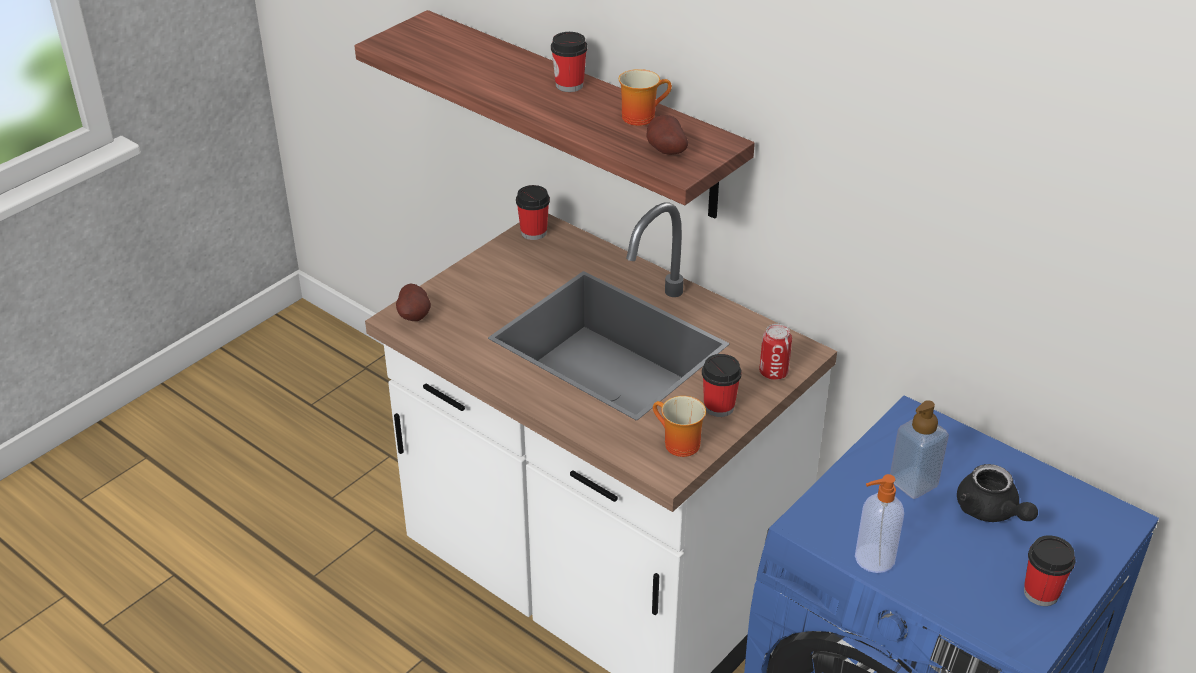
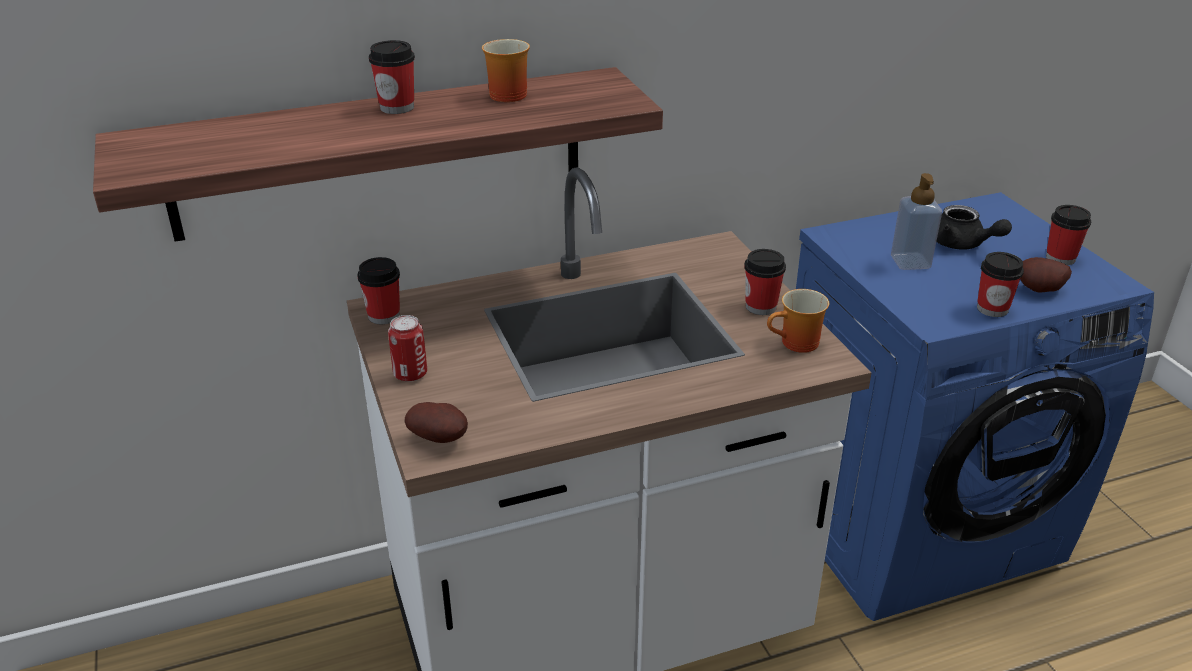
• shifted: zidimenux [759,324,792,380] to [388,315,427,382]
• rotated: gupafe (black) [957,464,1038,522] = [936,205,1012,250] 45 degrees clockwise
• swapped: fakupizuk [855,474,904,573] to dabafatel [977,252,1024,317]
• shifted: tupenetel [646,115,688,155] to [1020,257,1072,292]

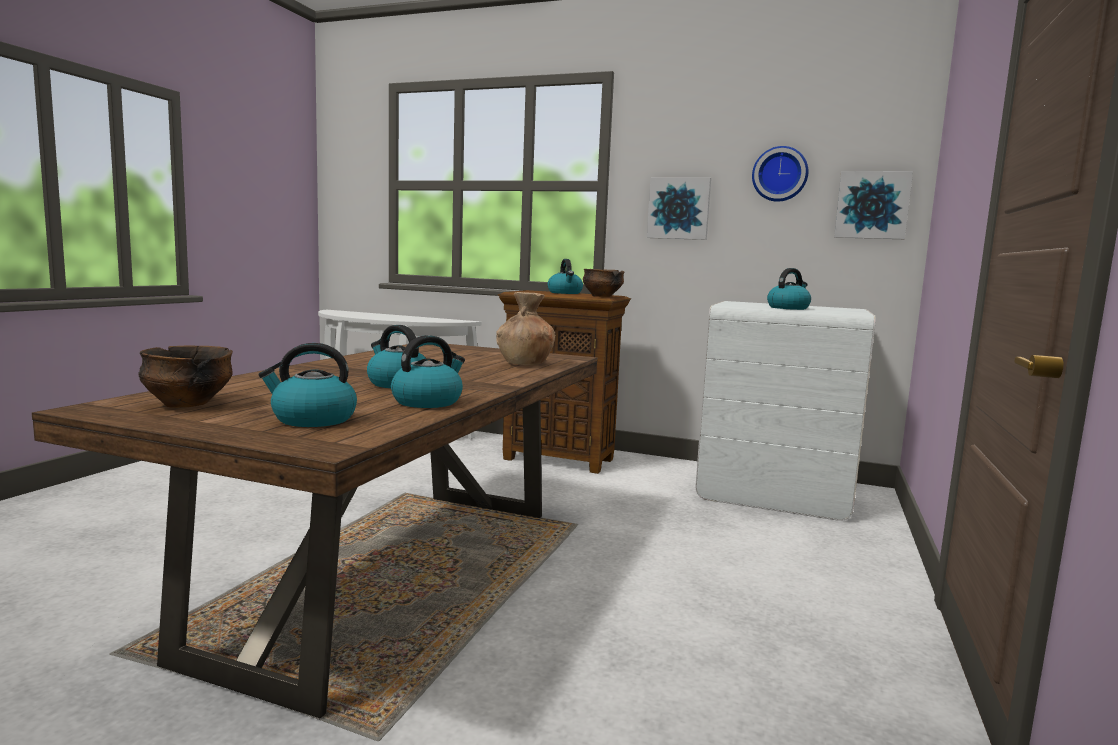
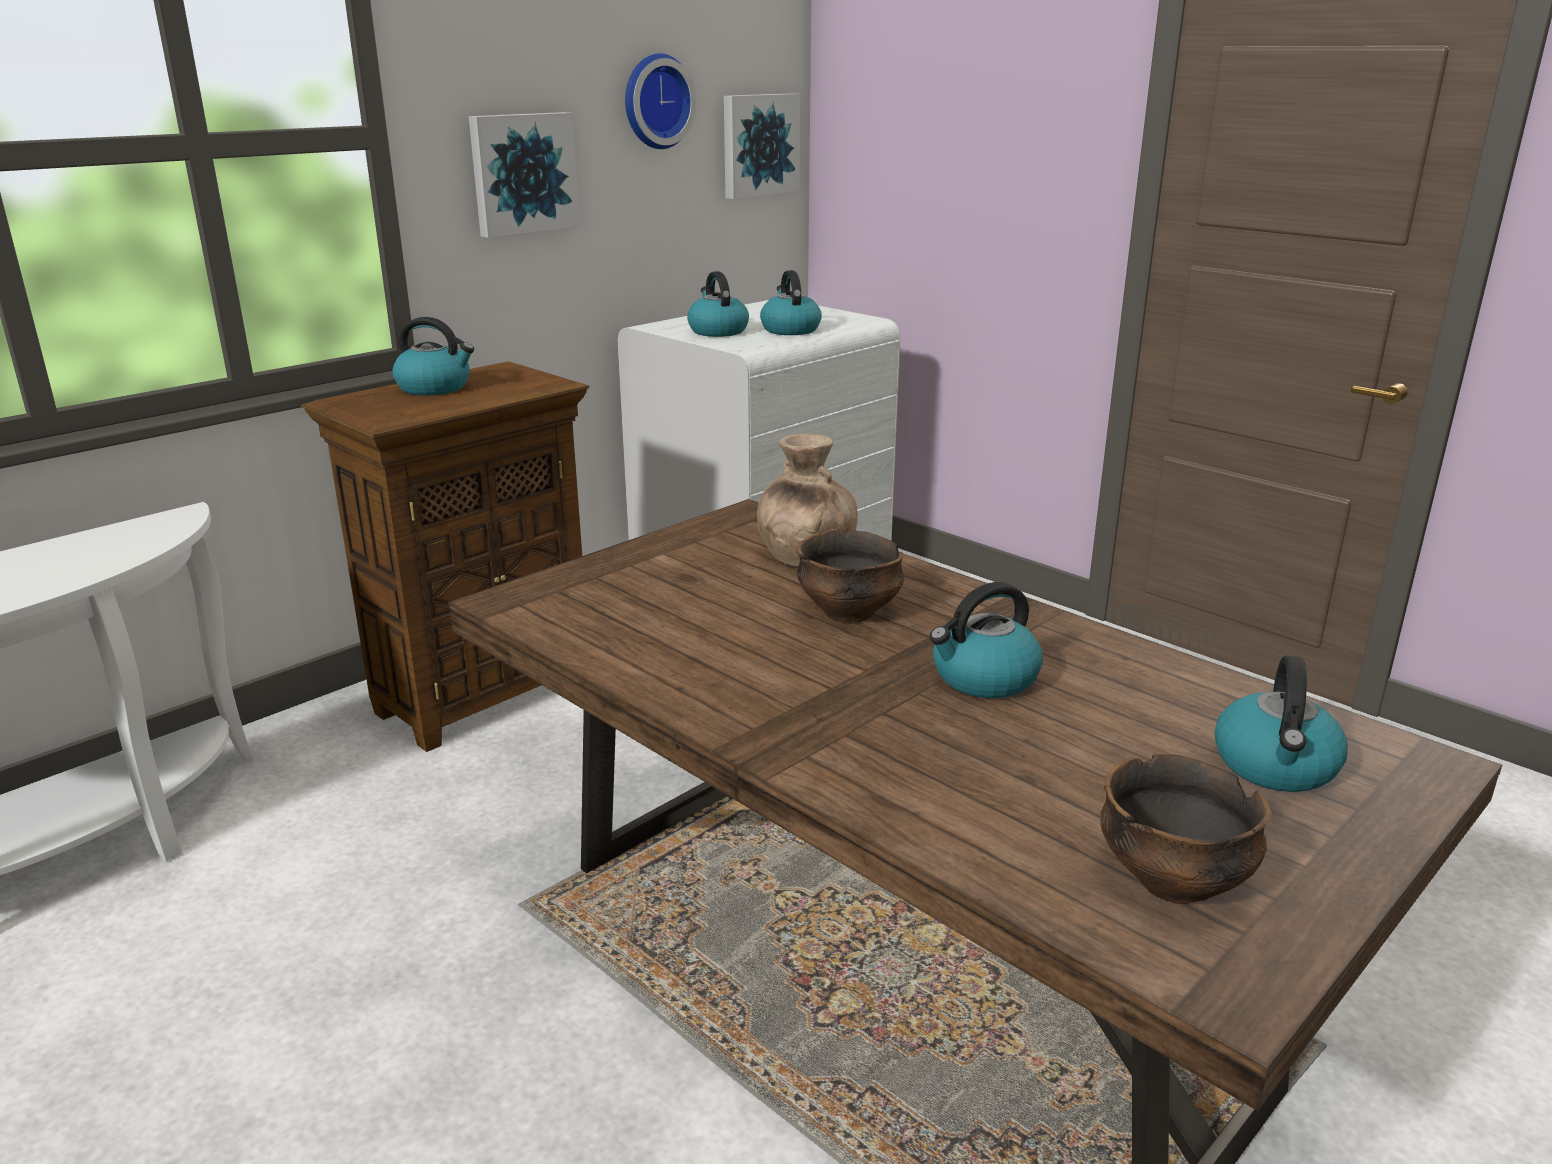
• shifted: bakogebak [391,335,465,408] to [687,271,749,337]
• shifted: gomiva [583,269,624,297] to [797,530,904,623]

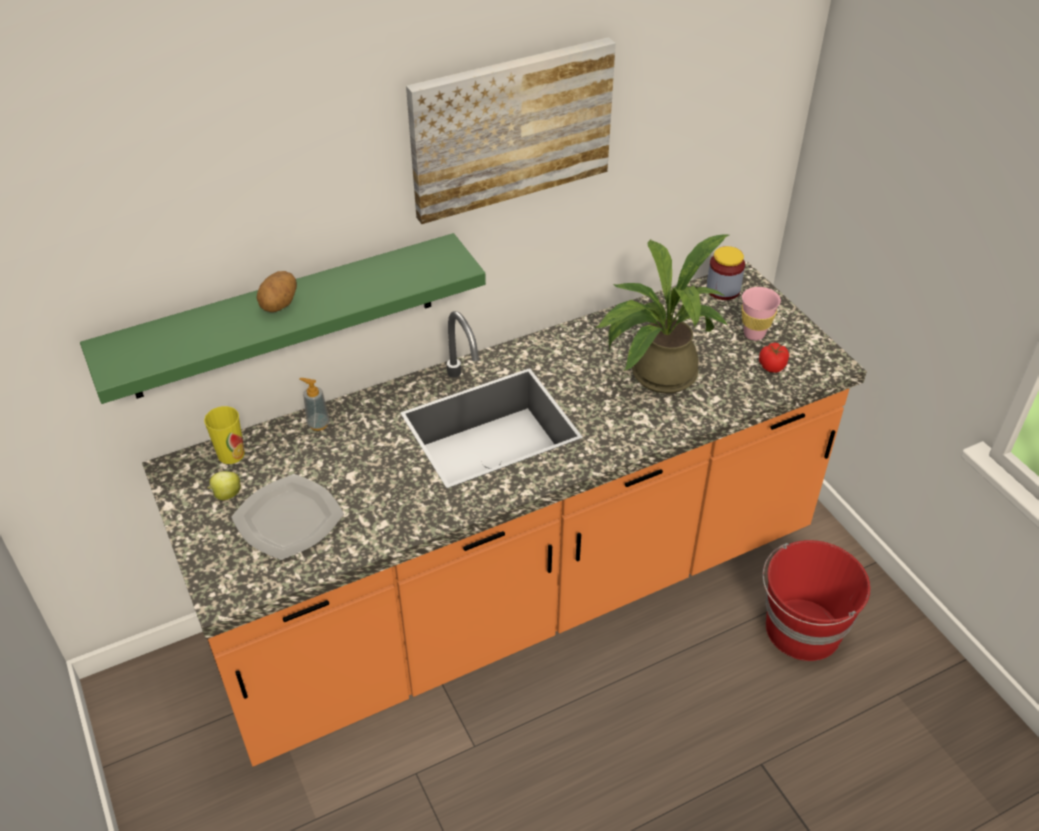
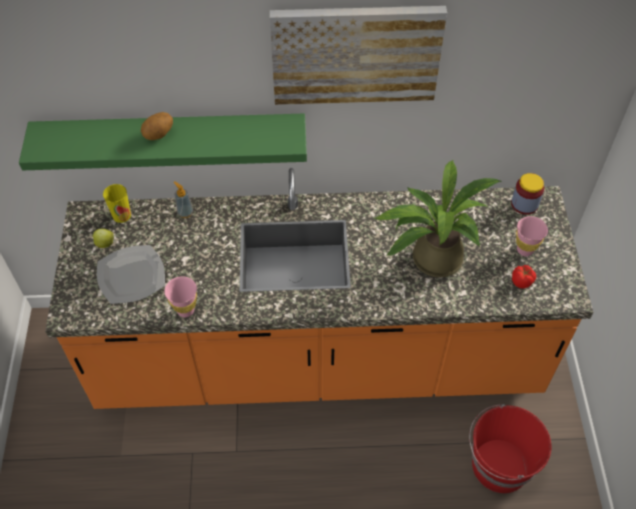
• new: dabafatel (pink) [164,276,197,317]

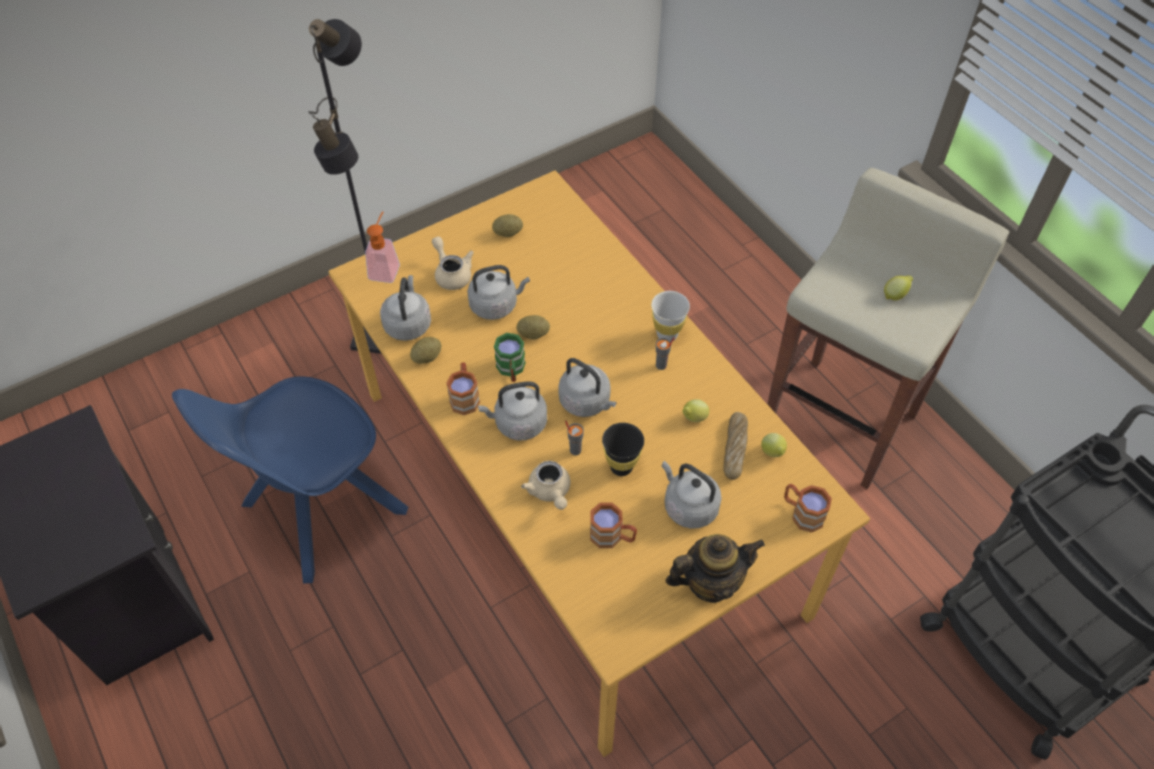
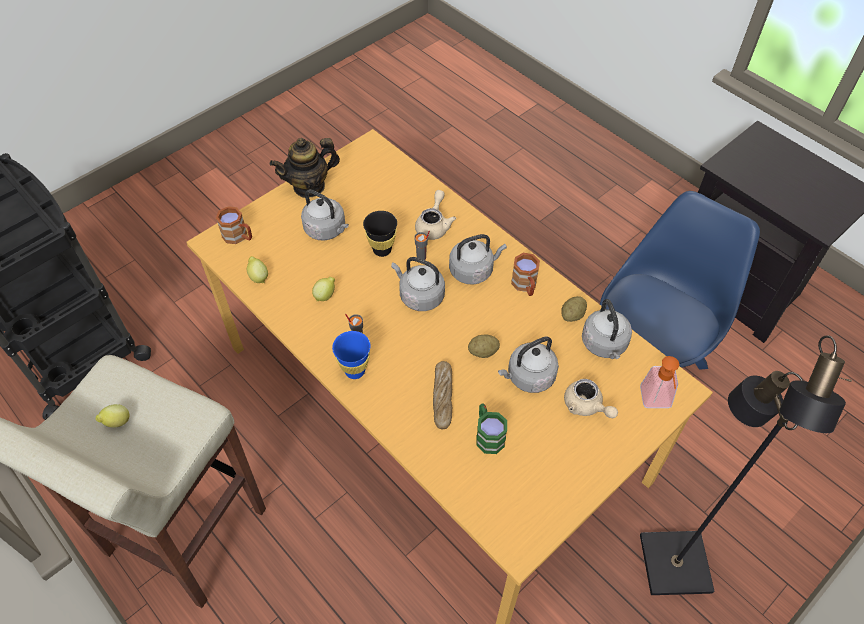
• repainted: dabafatel (white) [651,291,690,341] to dabafatel (blue) [332,331,371,379]
• rotated: gupafe (beige) [521,461,571,510] = [415,190,456,240] 45 degrees clockwise
• shifted: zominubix [723,412,748,480] to [433,361,452,429]
• shifted: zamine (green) [494,333,525,382] to [476,403,507,454]
• gone: tupenetel [492,214,523,237]
• gone: zamine (brown) [590,503,637,548]

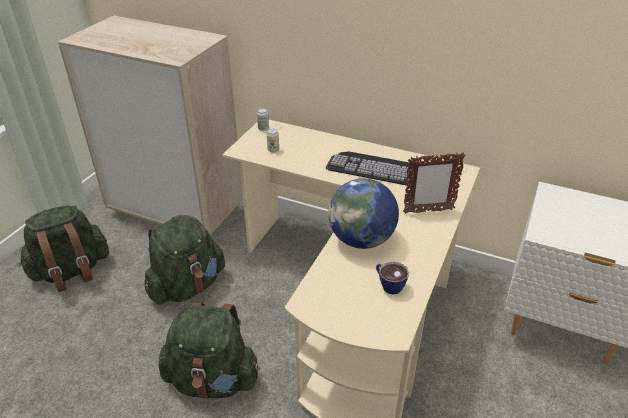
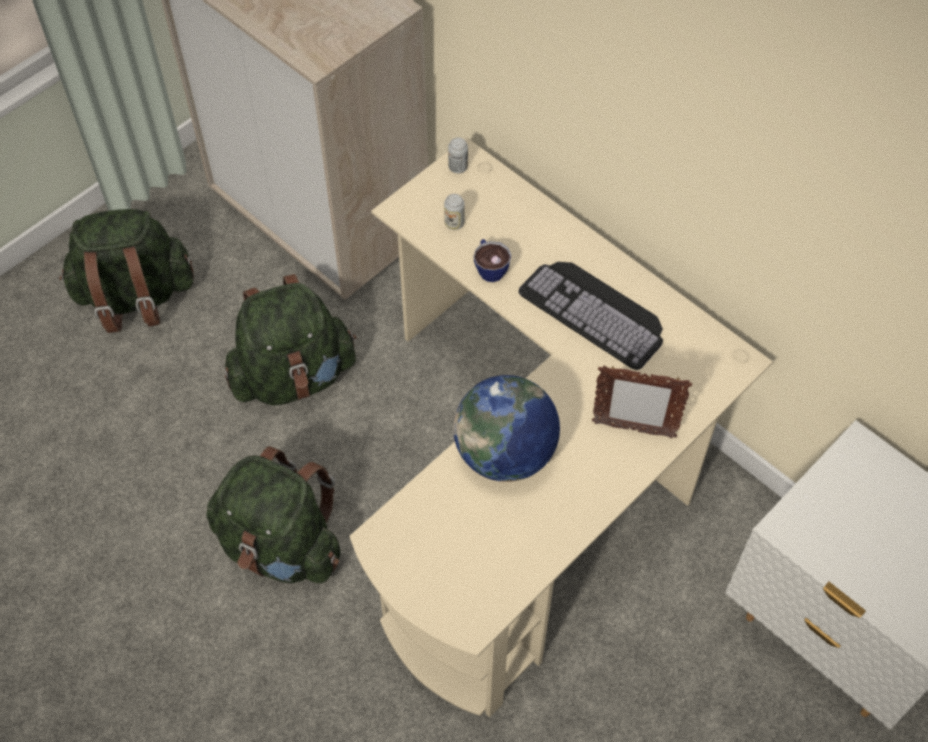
• shifted: dabafatel [376,262,409,295] to [474,239,511,282]

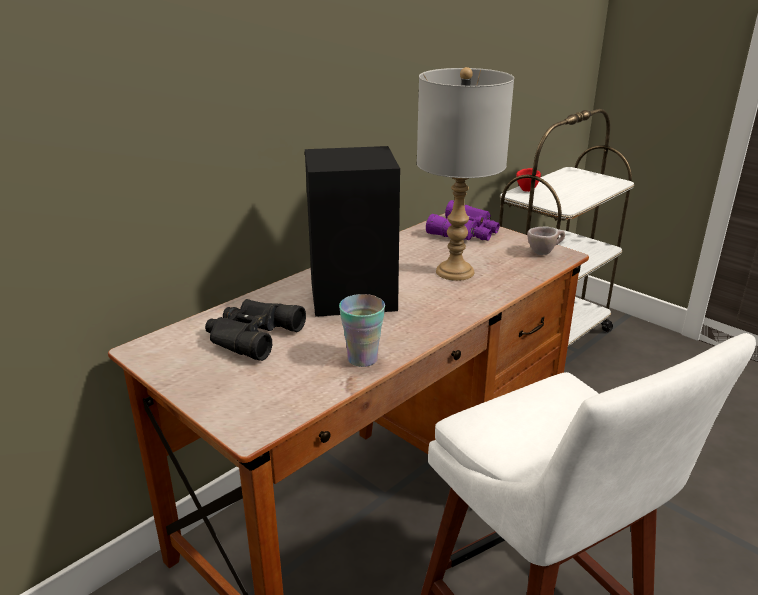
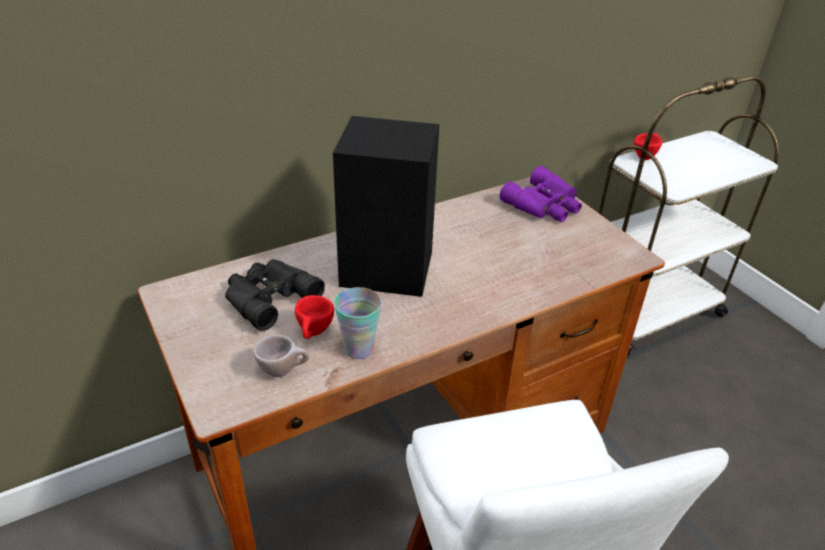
• shifted: dabafatel (beige) [527,227,565,255] to [253,335,309,377]
• new: dabafatel (red) [295,295,334,339]
• gone: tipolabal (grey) [417,67,514,281]

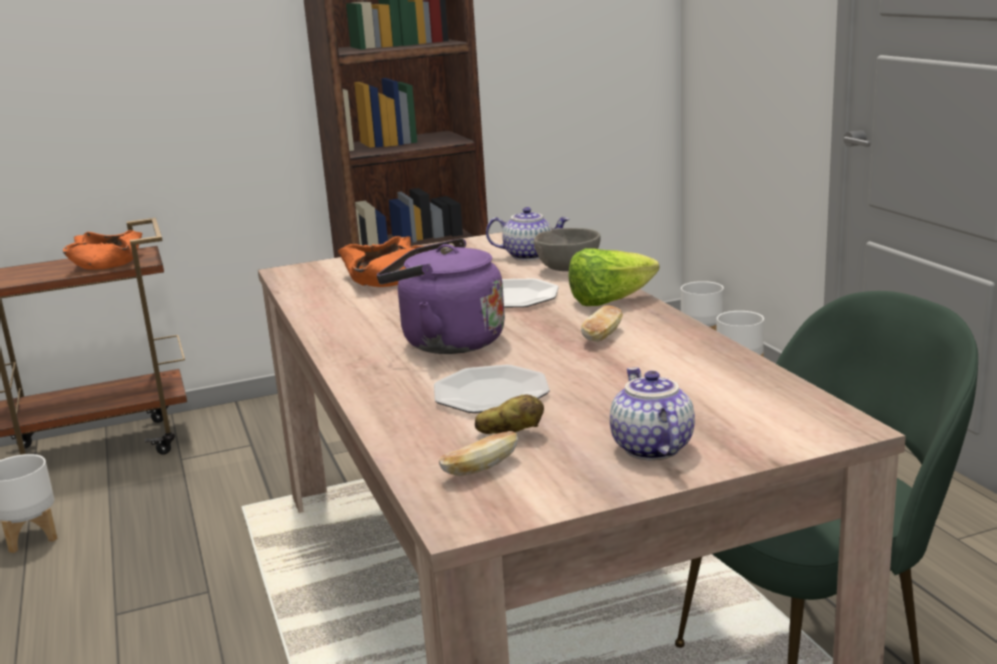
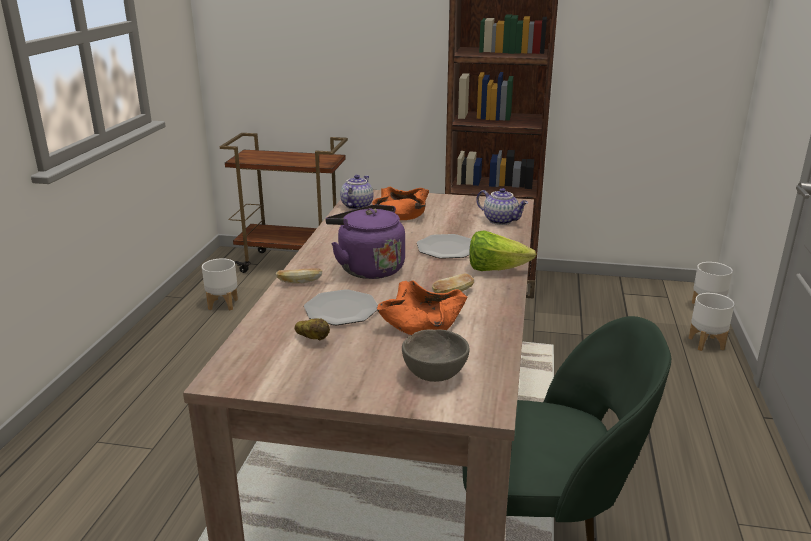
• shifted: zominubix [439,431,518,476] to [276,268,322,283]
• shifted: gupafe [610,367,695,460] to [340,175,374,210]
• shifted: gomiva (orange) [63,230,142,270] to [377,281,467,335]
• shifted: gomiva (grey) [534,228,601,271] to [402,329,469,382]

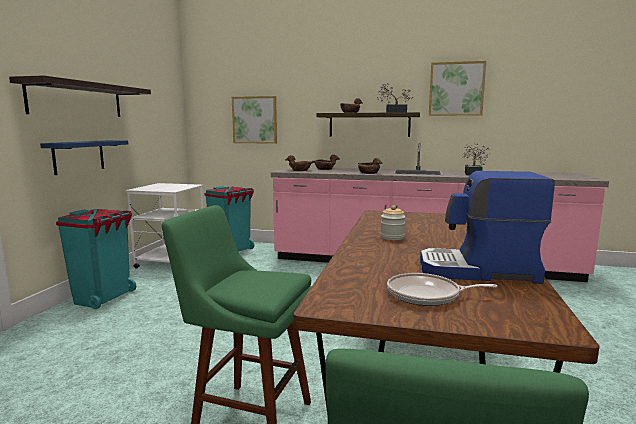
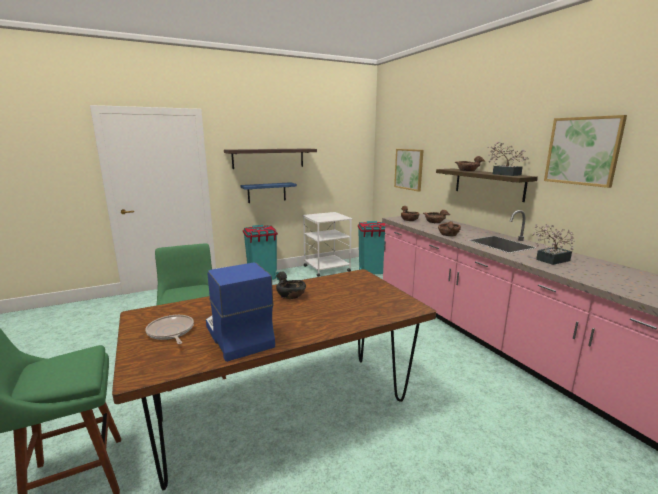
• swapped: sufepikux [380,205,405,240] to gomiva (black) [276,272,306,299]

